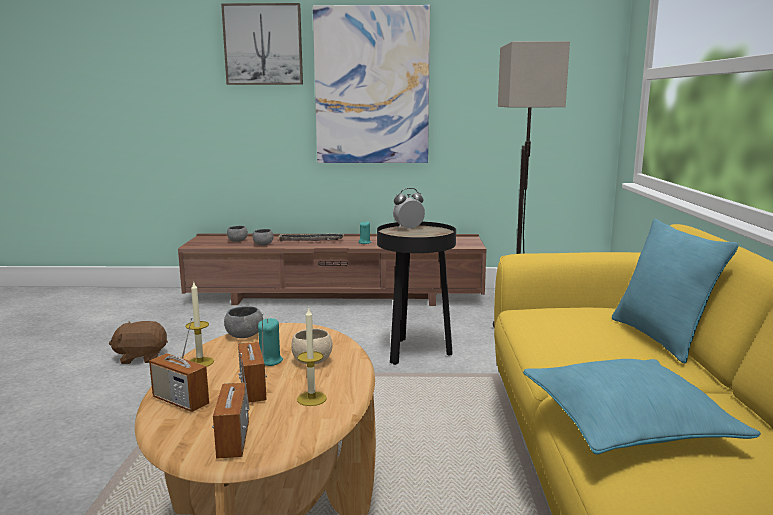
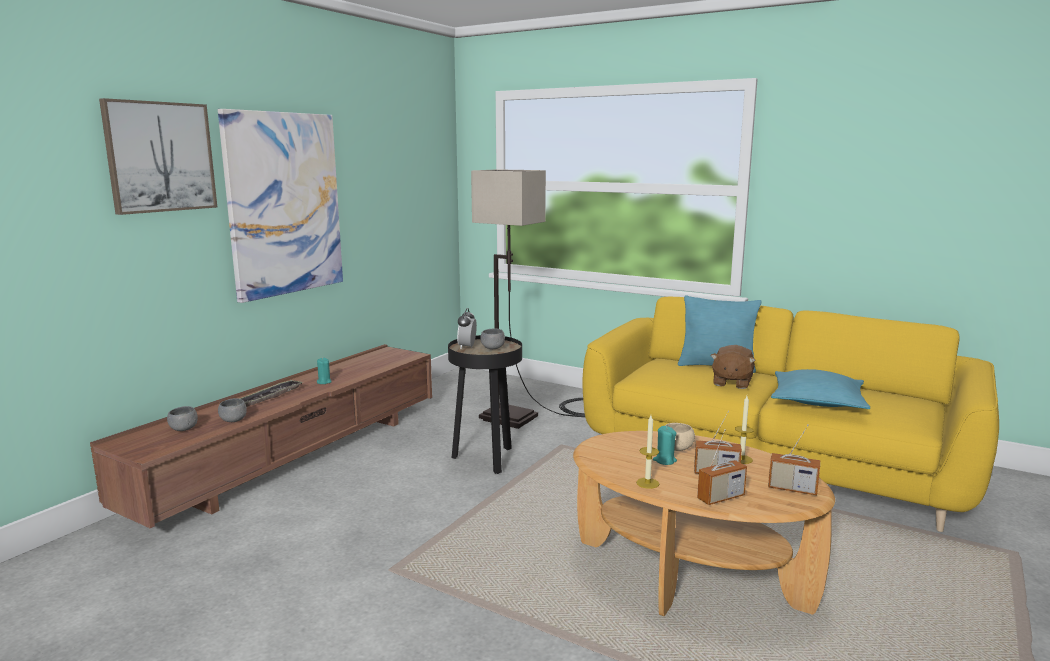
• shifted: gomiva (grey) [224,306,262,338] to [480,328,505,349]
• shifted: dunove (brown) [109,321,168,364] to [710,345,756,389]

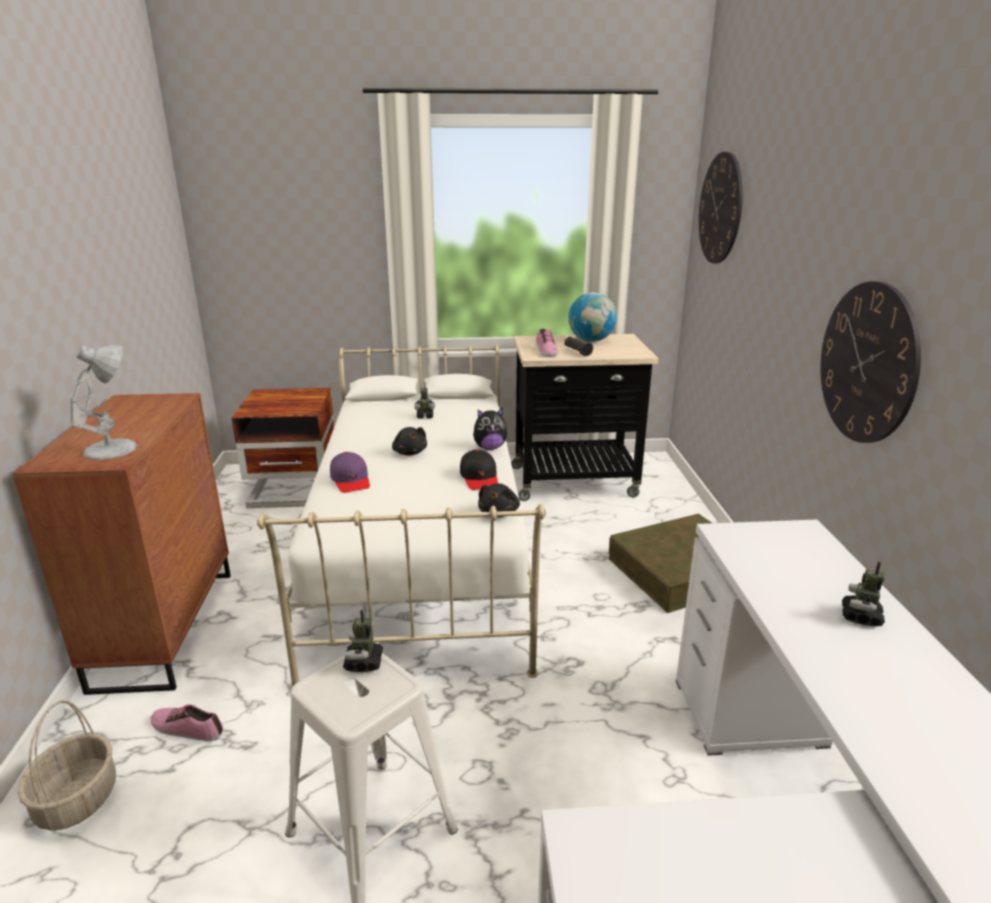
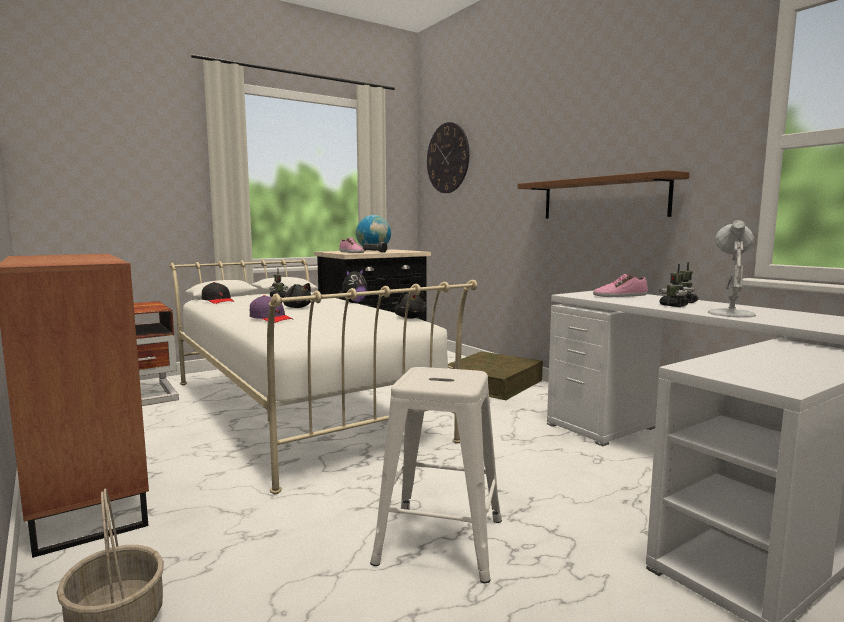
• shifted: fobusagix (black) [460,449,498,490] to [202,282,234,304]
• swapped: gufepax [820,281,921,443] to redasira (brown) [518,170,689,219]
• shifted: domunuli [150,704,223,741] to [593,274,648,297]
• shifted: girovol [343,610,383,672] to [659,264,689,307]
• shifted: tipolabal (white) [70,345,137,460] to [708,220,756,318]

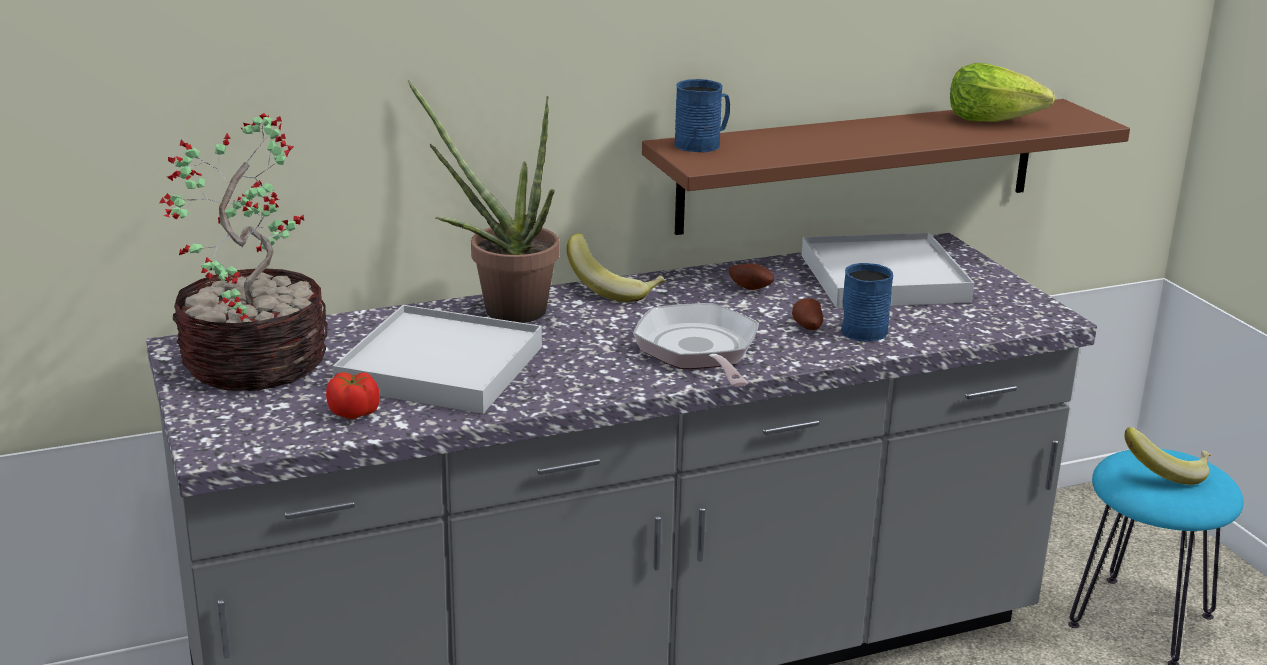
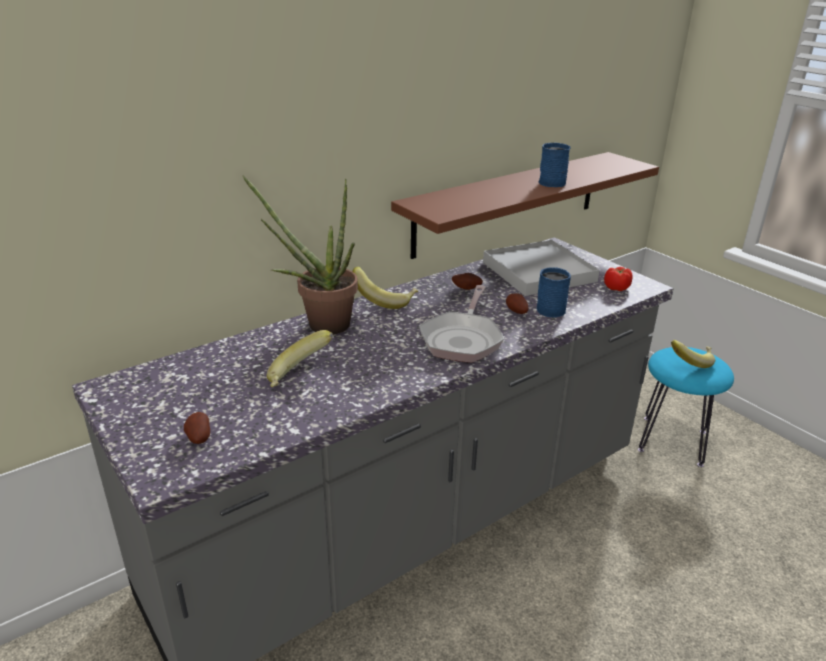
• new: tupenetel [184,412,210,444]
• swapped: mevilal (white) [333,305,542,414] to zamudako [267,330,333,387]
• rotated: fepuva [633,303,759,386] = [419,285,504,363] 135 degrees counterclockwise
• shifted: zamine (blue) [675,79,730,152] to [538,143,570,187]
• shifted: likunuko [326,372,380,419] to [604,267,633,291]
• gone: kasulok [160,113,328,391]
• gone: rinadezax [950,63,1055,122]

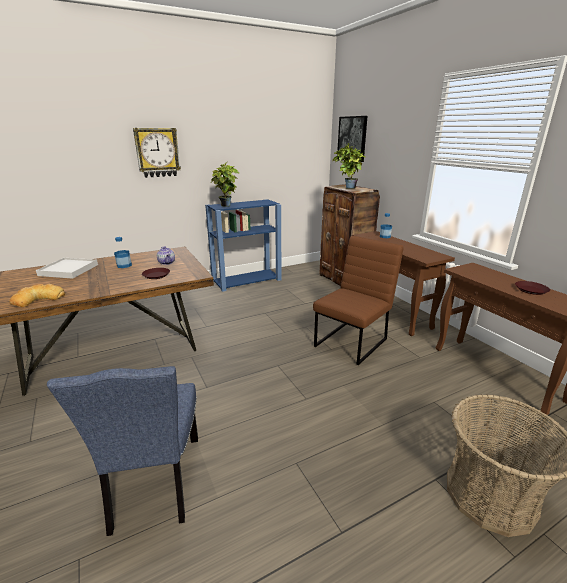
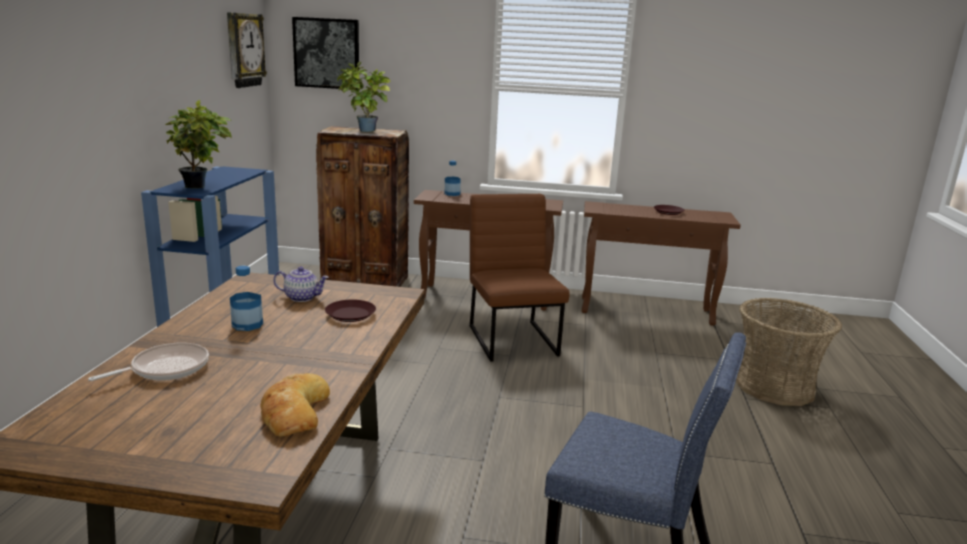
• swapped: mevilal (white) [36,258,98,279] to fepuva [88,343,209,381]
• shifted: gufepax [133,128,181,178] to [227,12,267,88]

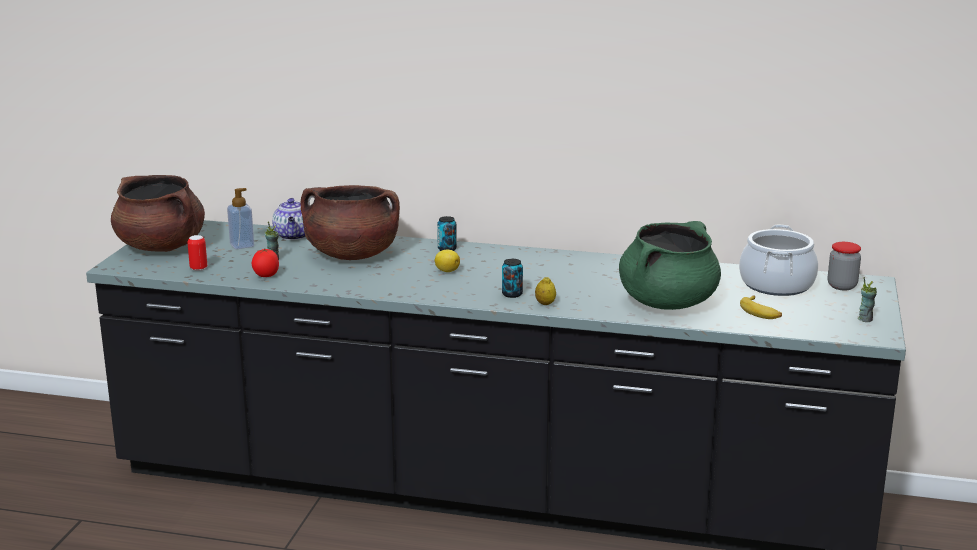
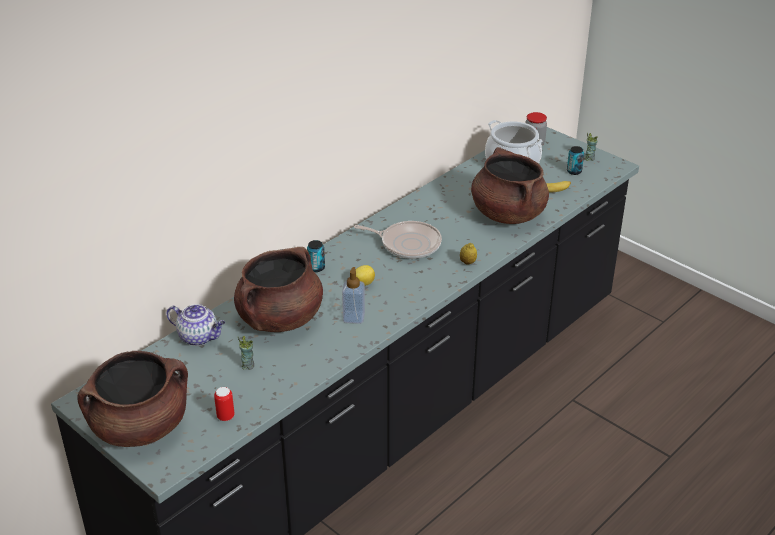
• shifted: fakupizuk [227,188,254,249] to [342,267,365,324]
• new: fepuva [354,221,442,259]
• repainted: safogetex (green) [619,221,721,310] to safogetex (brown) [471,147,549,224]
• shifted: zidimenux [502,259,523,298] to [567,146,584,175]
• gone: likunuko [252,249,279,277]

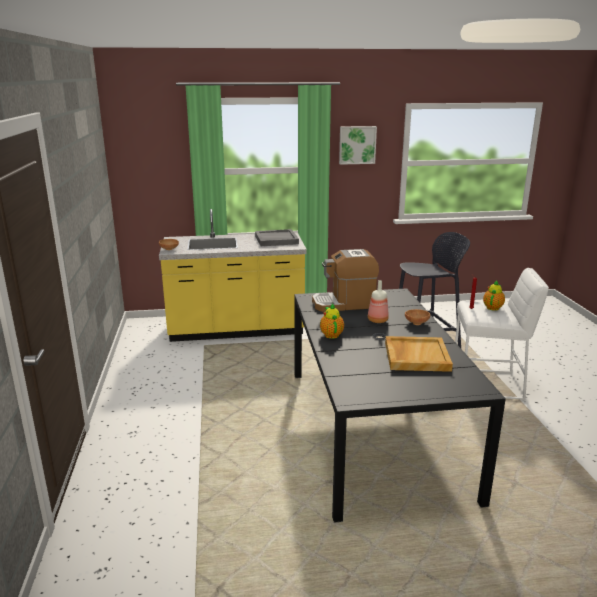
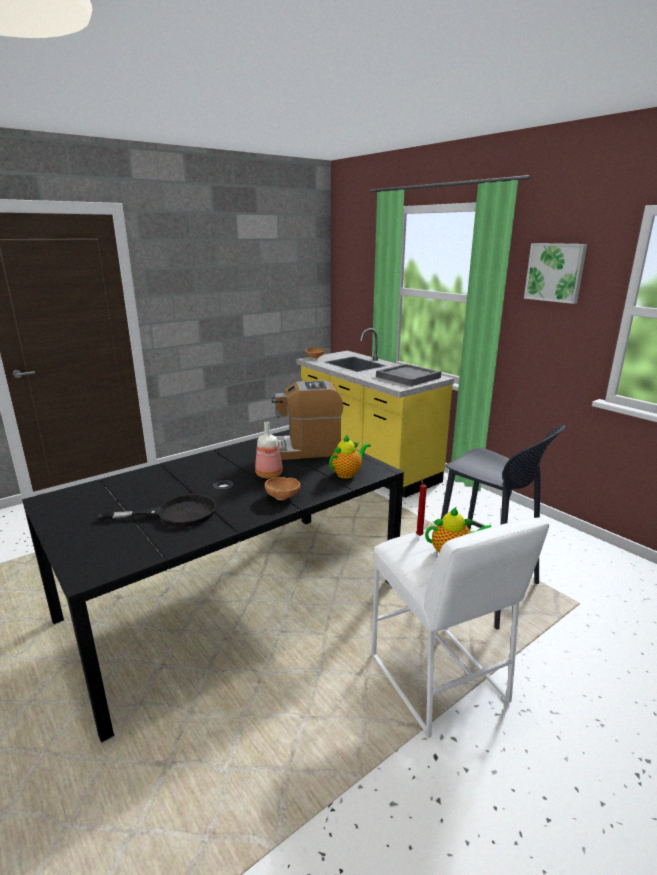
• swapped: mevilal (beige) [385,336,453,372] to fepuva (black) [98,495,216,527]
• rotated: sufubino [312,249,379,312] = [272,380,343,460] 60 degrees counterclockwise
• shifted: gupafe [320,303,344,339] to [329,434,371,478]

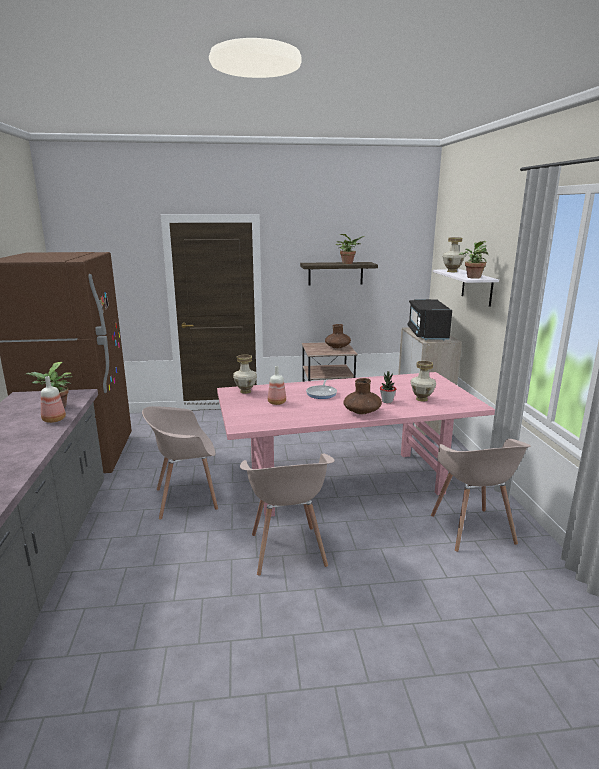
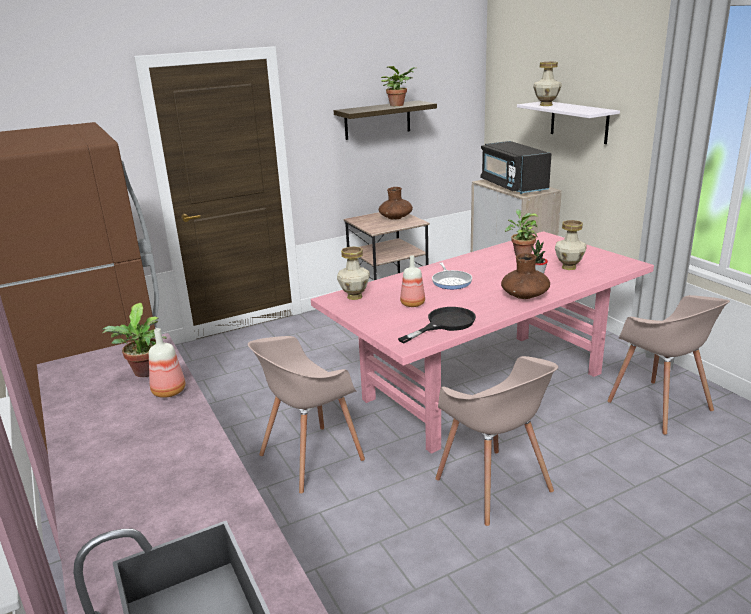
• new: fepuva (black) [398,307,476,343]
• shifted: kasulok [459,241,488,279] to [505,209,538,256]

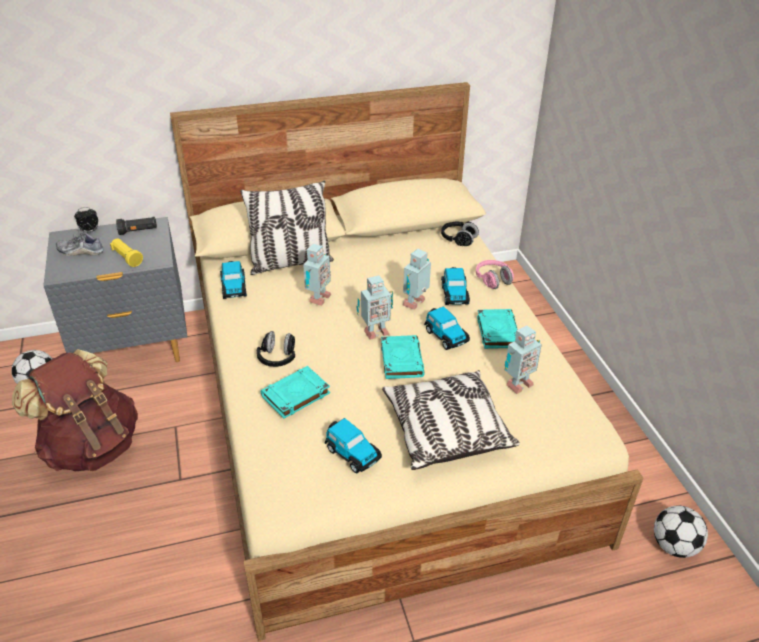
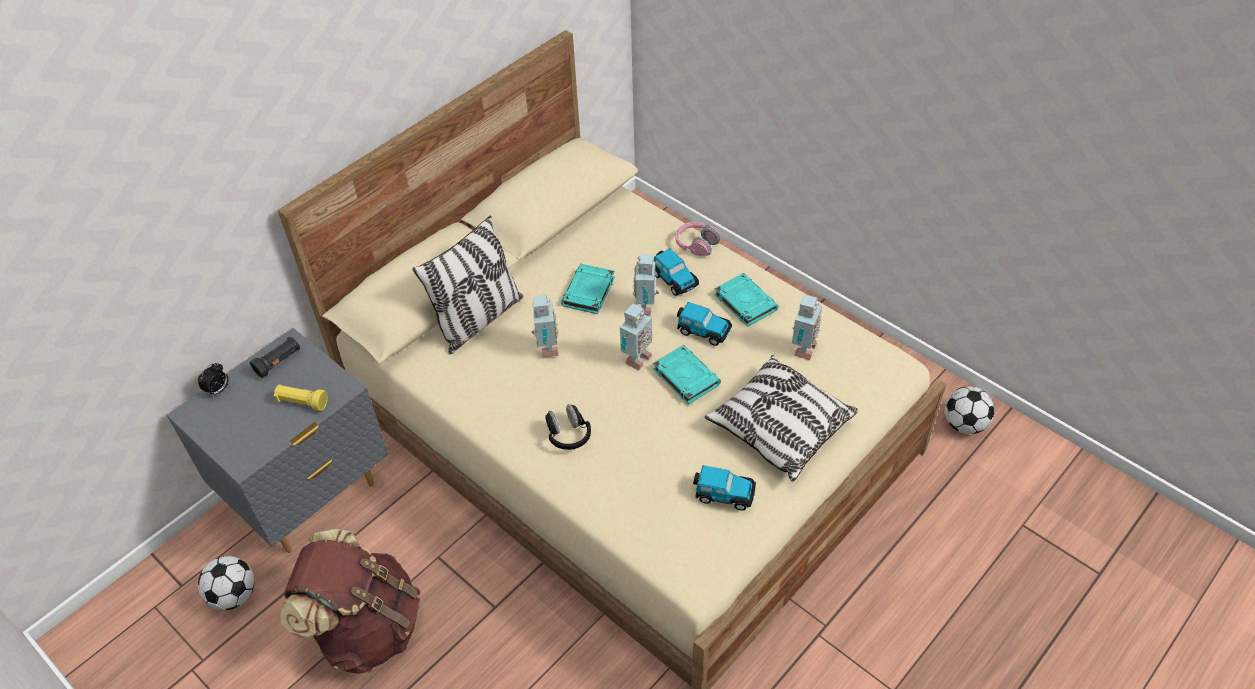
• shifted: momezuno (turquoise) [261,366,330,419] to [561,264,615,314]
• gone: domunuli [56,229,104,256]
• gone: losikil [220,261,247,299]
• gone: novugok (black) [441,221,479,246]

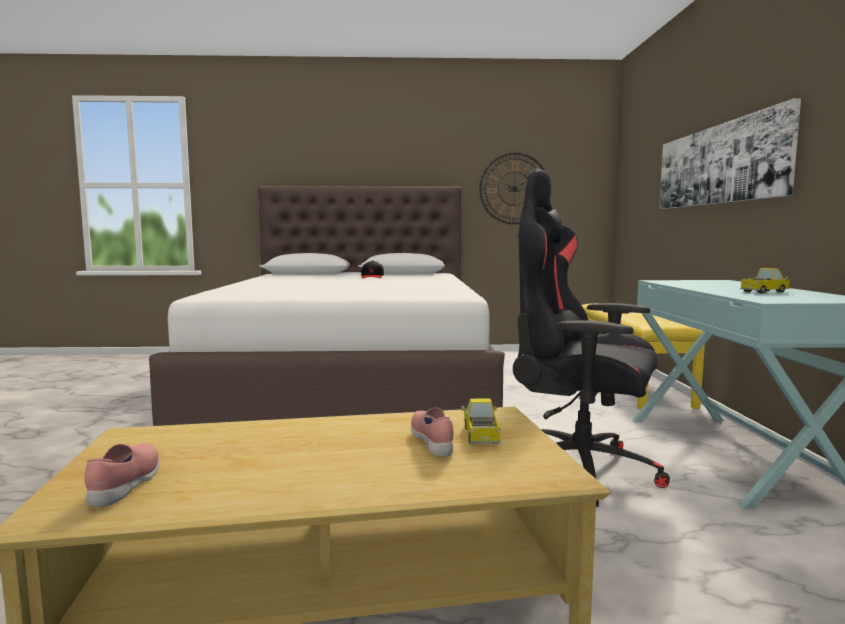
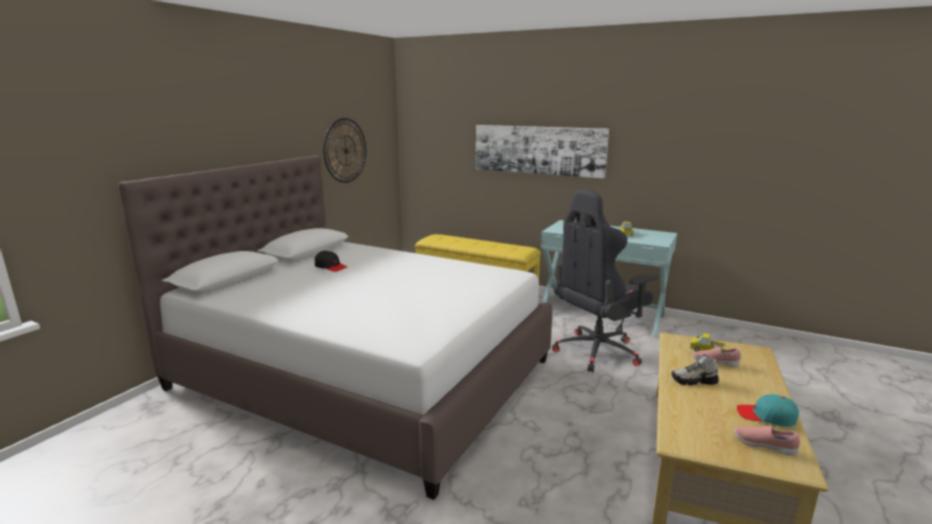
• new: domunuli [671,354,719,385]
• new: fobusagix (turquoise) [737,394,799,427]

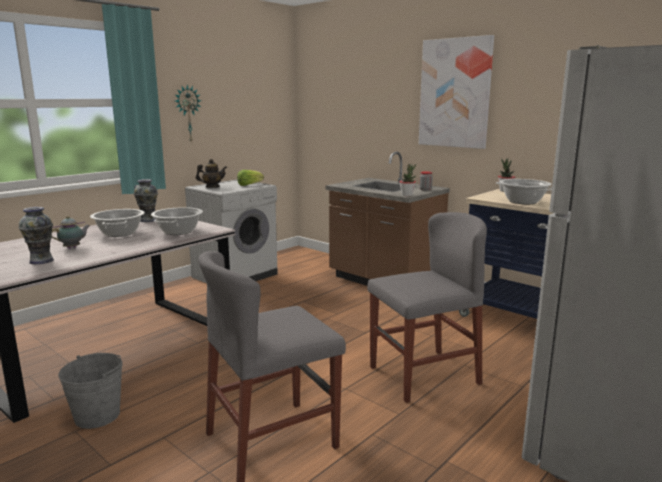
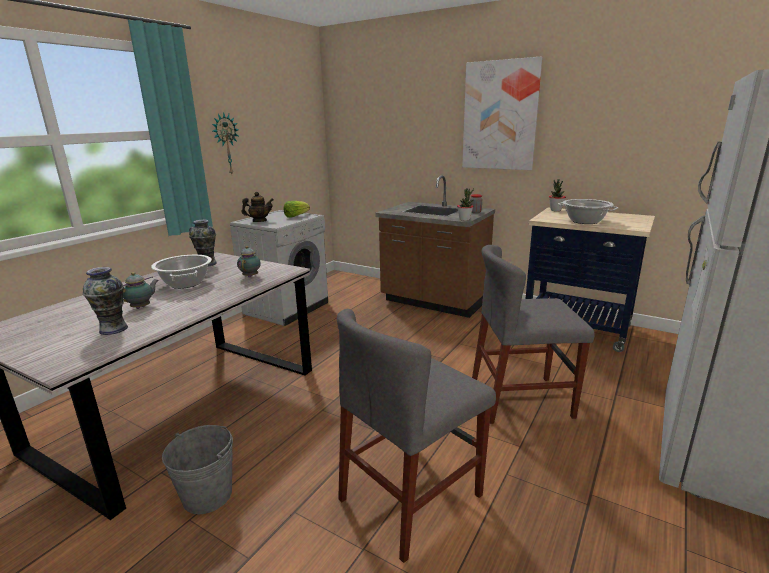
• swapped: safogetex [151,207,203,235] to gupafe [237,246,261,278]
• rotated: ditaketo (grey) [367,212,487,403] = [472,245,594,424] 150 degrees counterclockwise

